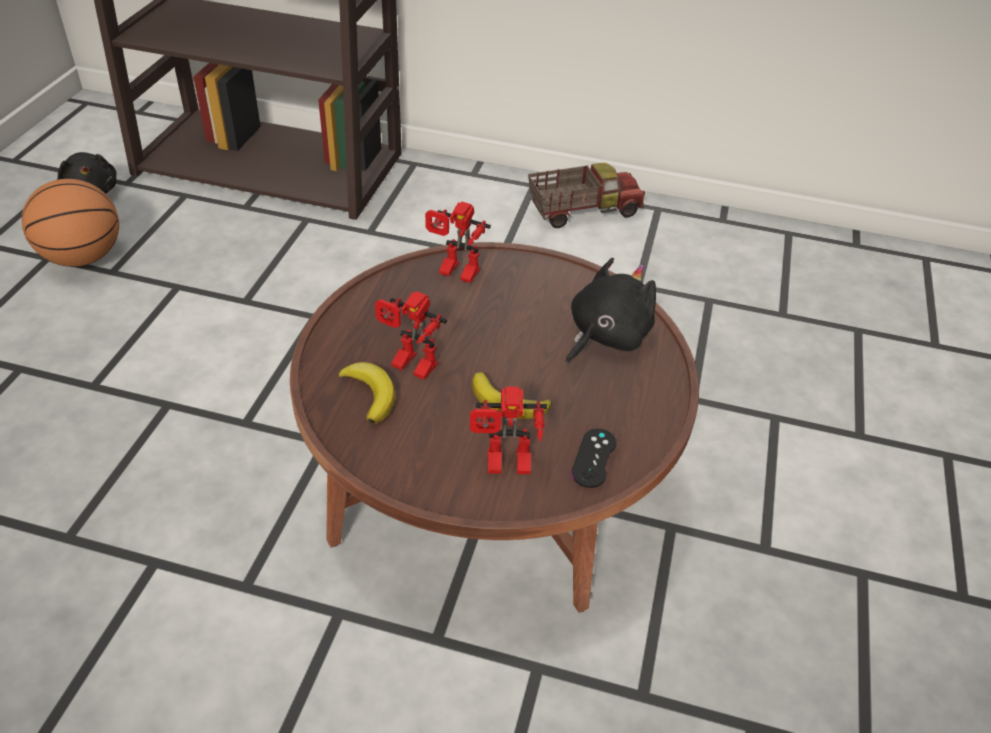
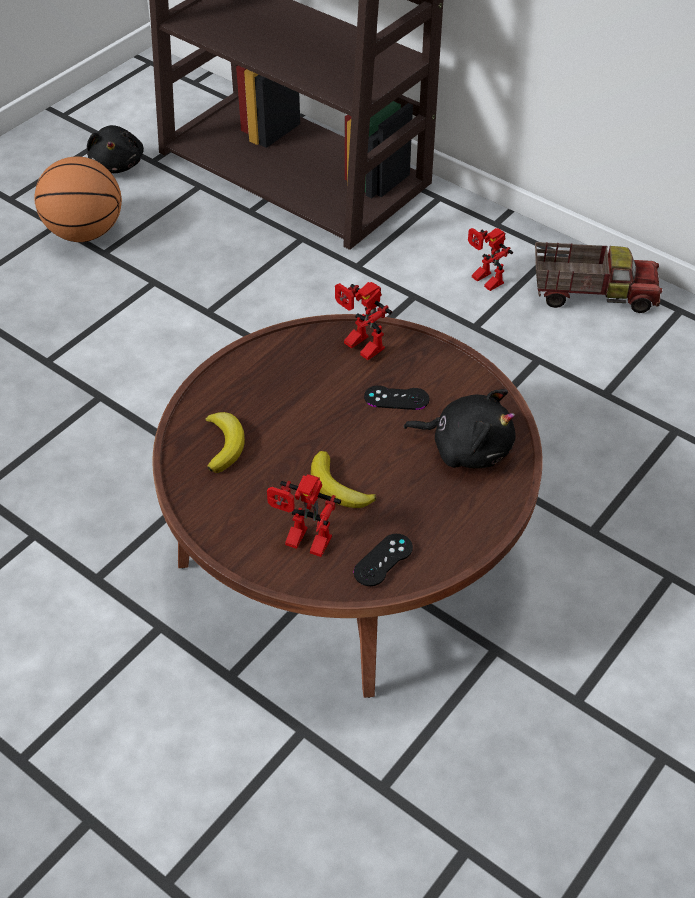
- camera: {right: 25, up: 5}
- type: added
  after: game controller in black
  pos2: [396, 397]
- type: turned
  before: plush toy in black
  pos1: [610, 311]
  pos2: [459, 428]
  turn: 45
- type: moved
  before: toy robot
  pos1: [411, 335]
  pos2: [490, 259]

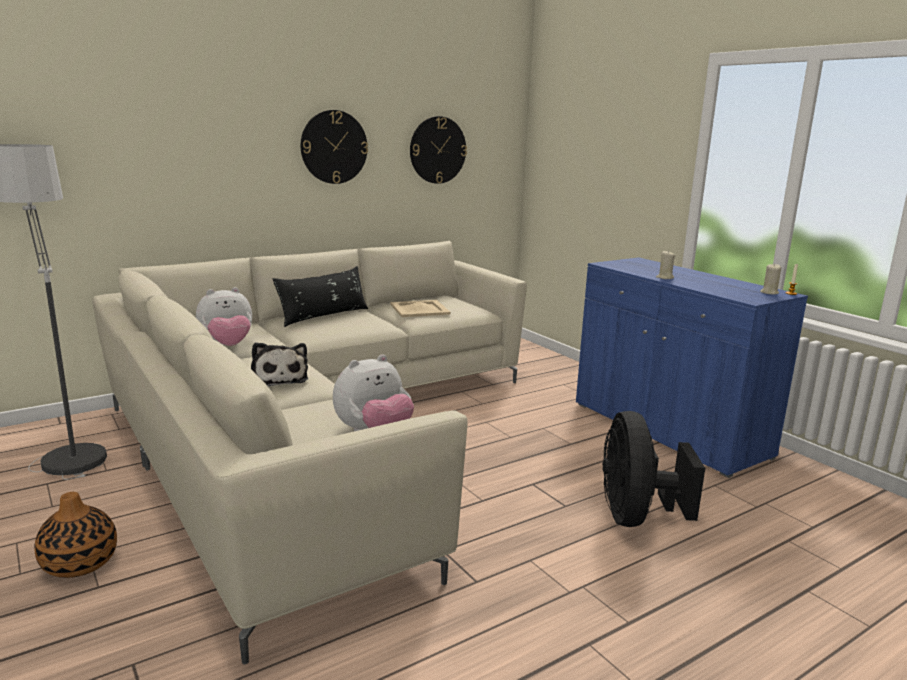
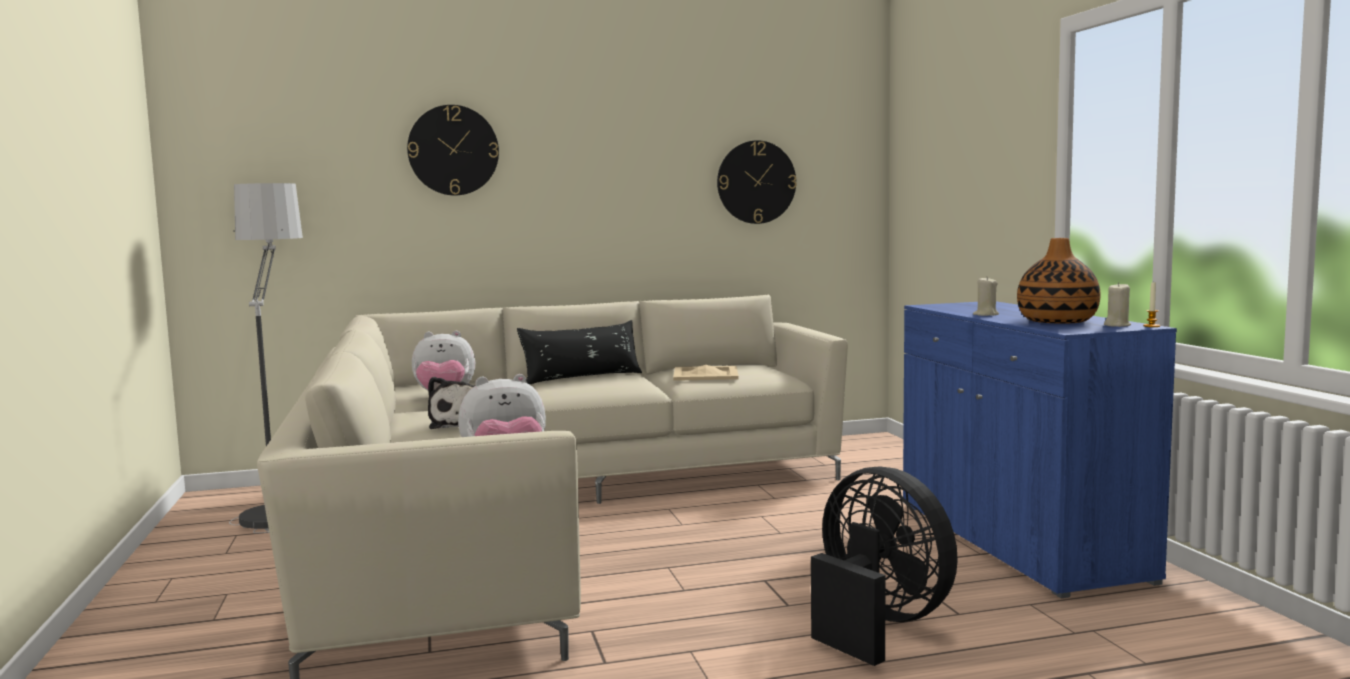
- camera: {right: 20, up: -10}
- type: moved
  before: wall clock
  pos1: [334, 147]
  pos2: [453, 150]
- type: turned
  before: fan in black
  pos1: [653, 469]
  pos2: [884, 566]
  turn: 120
- type: moved
  before: vase
  pos1: [75, 535]
  pos2: [1059, 281]

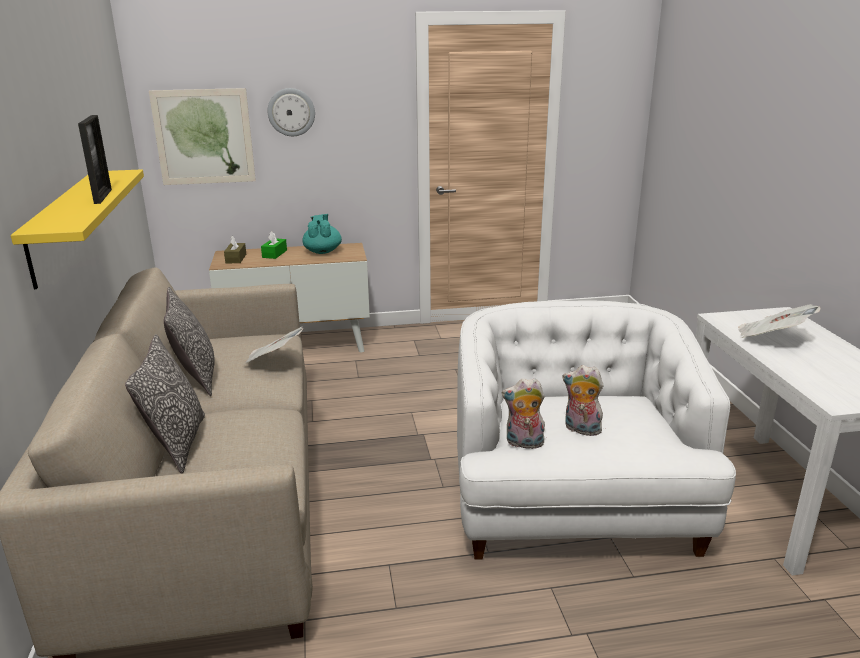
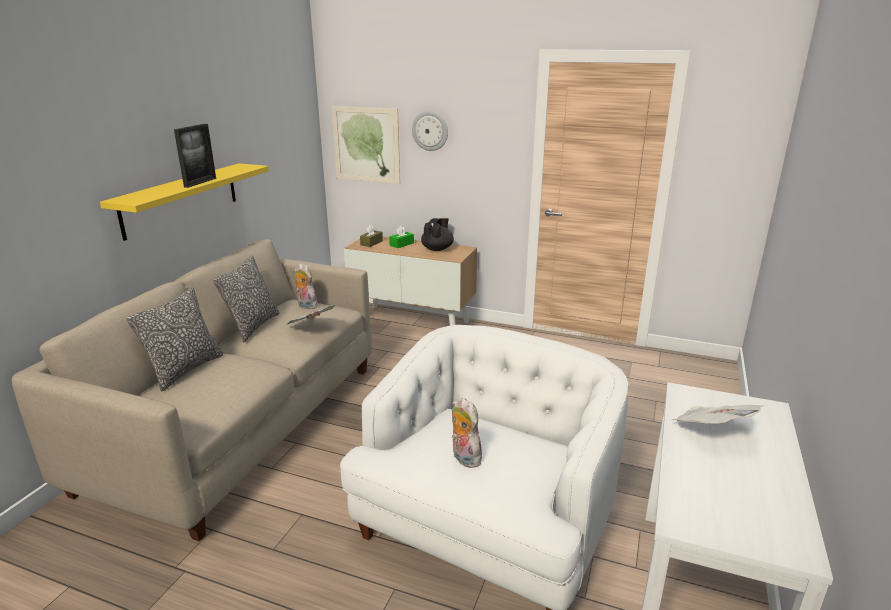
- camera: {right: 30, up: 0}
- type: moved
  before: plush toy
  pos1: [523, 413]
  pos2: [305, 286]
- type: recoloured
  before: teapot in turquoise
  after: teapot in black
  pos1: [322, 234]
  pos2: [437, 234]

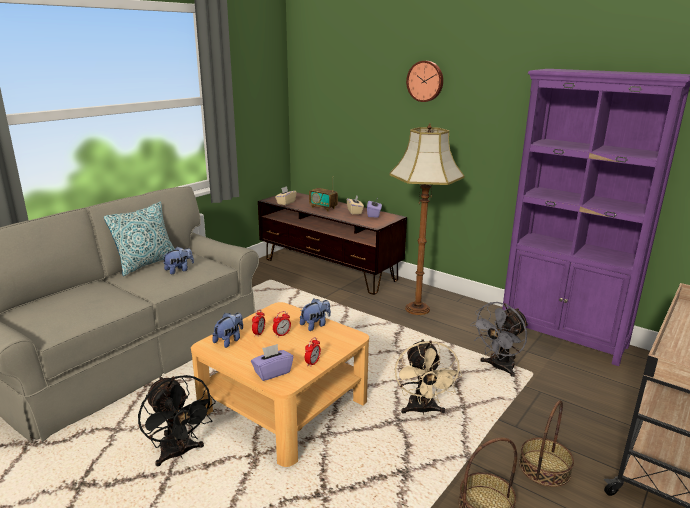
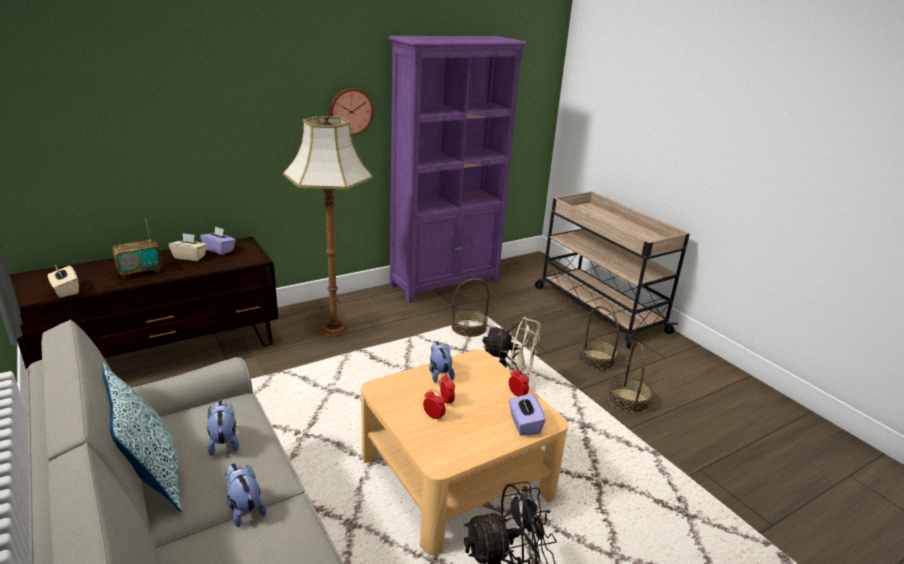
- camera: {right: -70, up: 5}
- type: moved
  before: plush toy
  pos1: [227, 330]
  pos2: [246, 495]
- type: moved
  before: wall clock
  pos1: [424, 81]
  pos2: [351, 112]
- type: replaced
  before: fan in grey
  after: basket
  pos1: [499, 339]
  pos2: [470, 308]

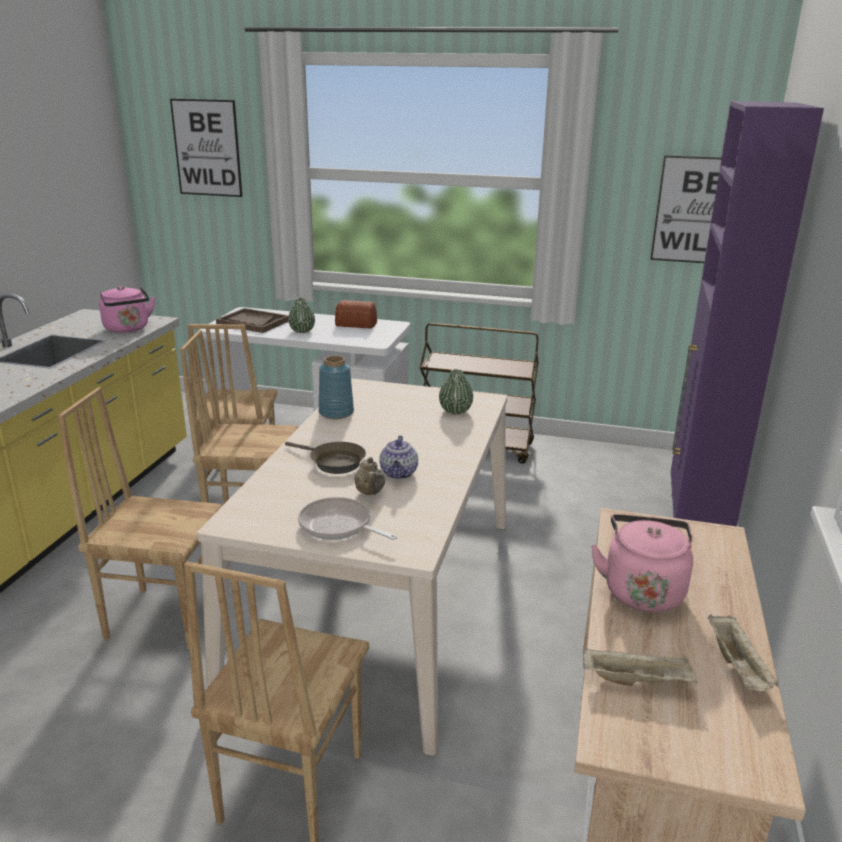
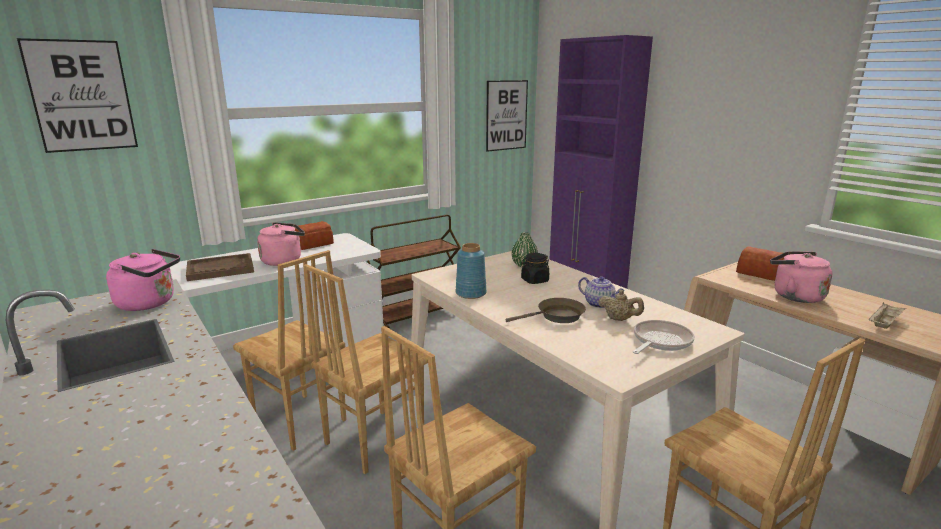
- camera: {right: -50, up: -5}
- type: replaced
  before: vase in green
  after: kettle in pink
  pos1: [301, 315]
  pos2: [281, 244]
- type: added
  after: jar in black
  pos2: [535, 268]
- type: turned
  before: frying pan
  pos1: [347, 518]
  pos2: [664, 337]
  turn: 150
- type: added
  after: bread
  pos2: [760, 263]
- type: removed
  before: tray in beige
  pos1: [743, 652]

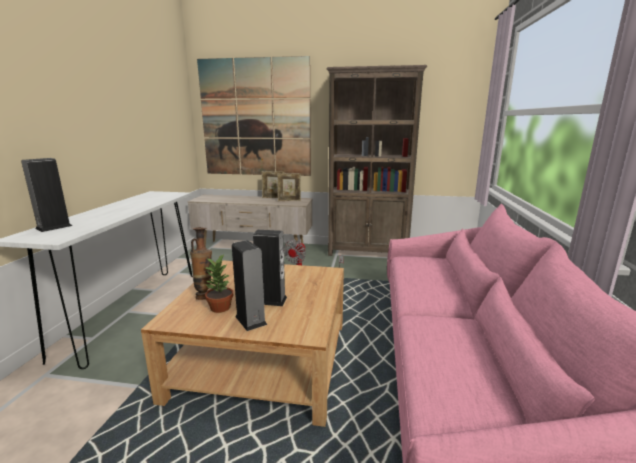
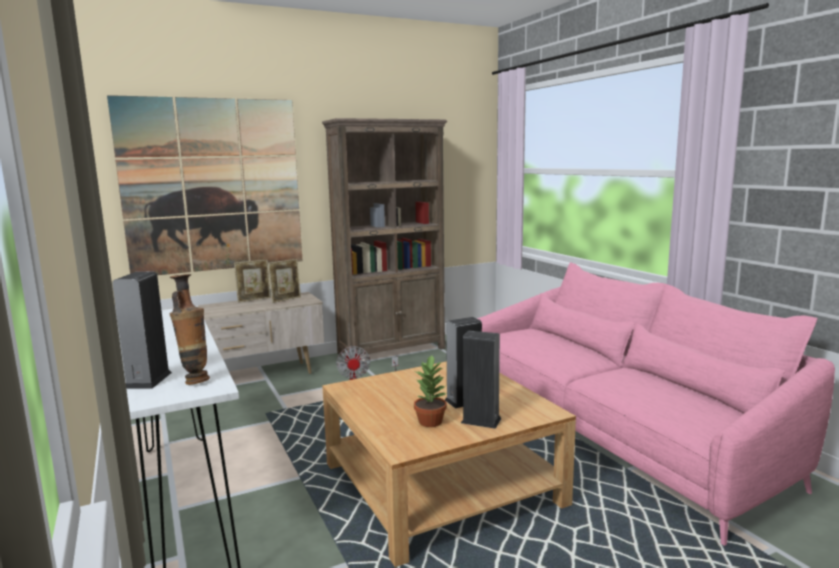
- camera: {right: -35, up: -5}
- type: moved
  before: vase
  pos1: [201, 263]
  pos2: [190, 329]

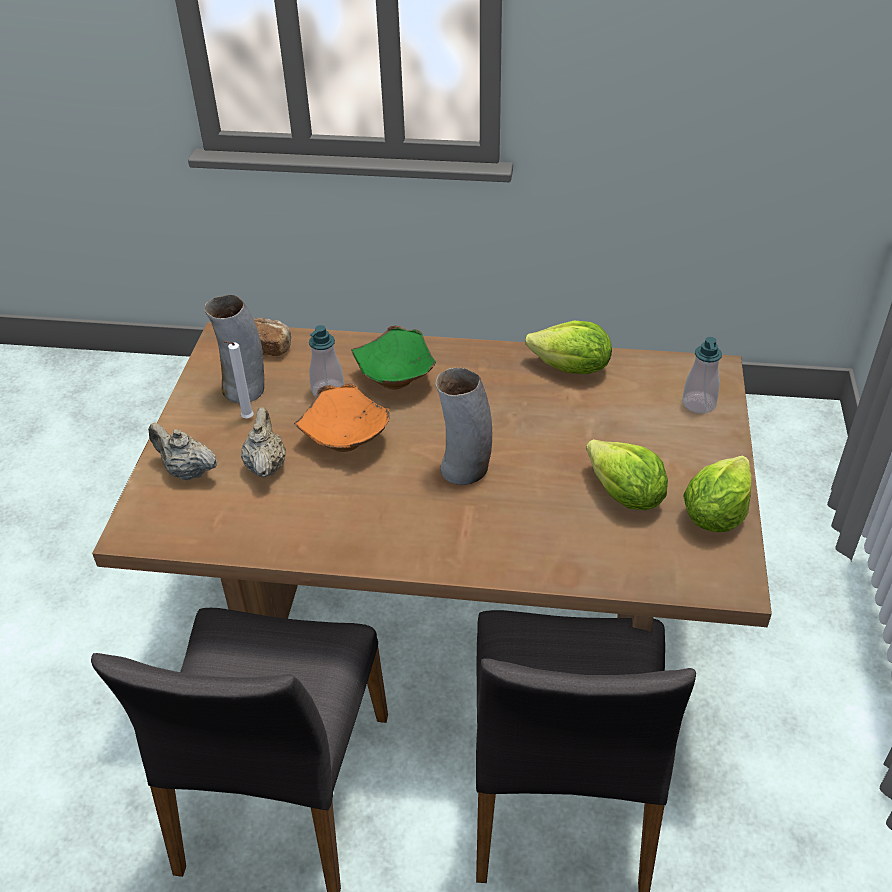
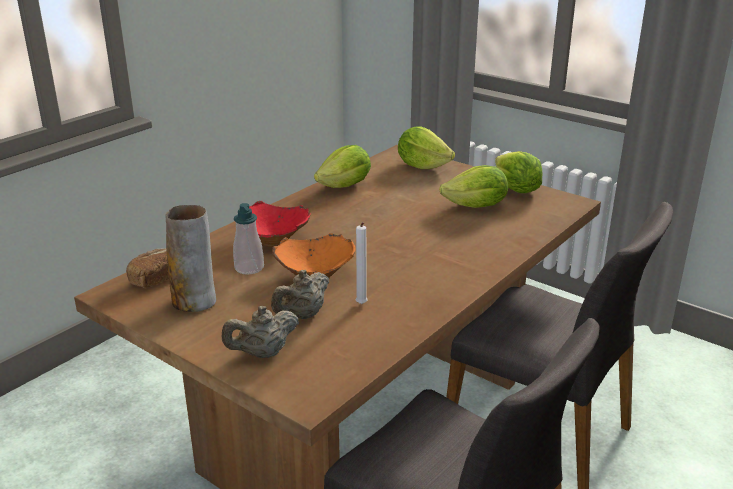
- camera: {right: -60, up: -15}
- type: recoloured
  before: bowl in green
  after: bowl in red
  pos1: [393, 357]
  pos2: [275, 224]
- type: turned
  before: teapot in beige
  pos1: [263, 442]
  pos2: [300, 294]
  turn: -75
- type: moved
  before: candle in white
  pos1: [238, 379]
  pos2: [362, 263]
- type: replaced
  before: soap dispenser
  after: lettuce
  pos1: [702, 375]
  pos2: [426, 147]
- type: removed
  before: vase
  pos1: [463, 426]

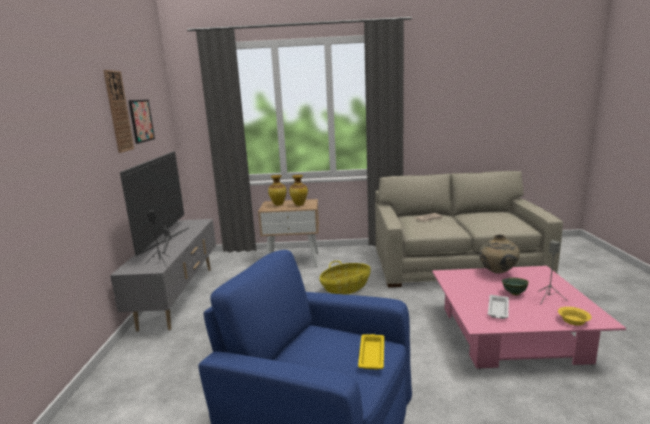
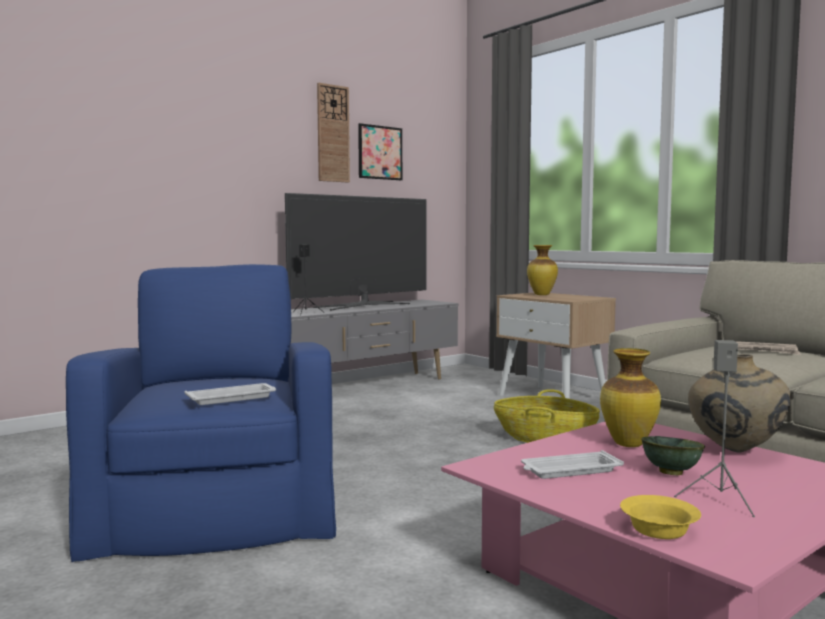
- camera: {right: 50, up: -10}
- type: recoloured
  before: tray in yellow
  after: tray in white
  pos1: [371, 352]
  pos2: [230, 394]
- type: moved
  before: vase
  pos1: [298, 190]
  pos2: [630, 397]

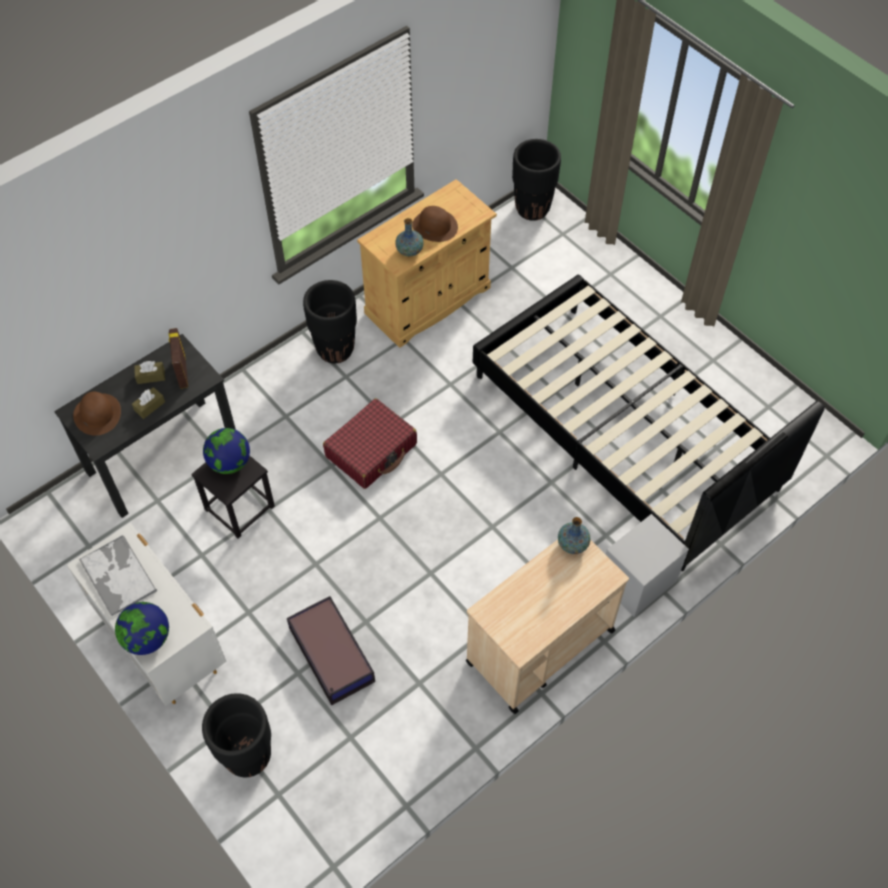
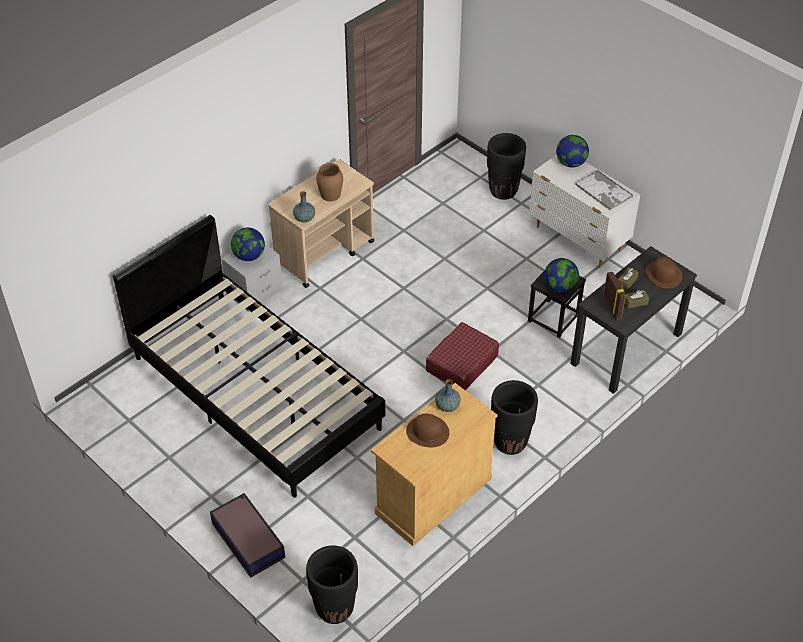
- camera: {right: 175, up: -10}
- type: moved
  before: storage box
  pos1: [331, 651]
  pos2: [247, 535]
- type: added
  after: globe
  pos2: [248, 244]
- type: added
  after: vase in brown
  pos2: [329, 182]

